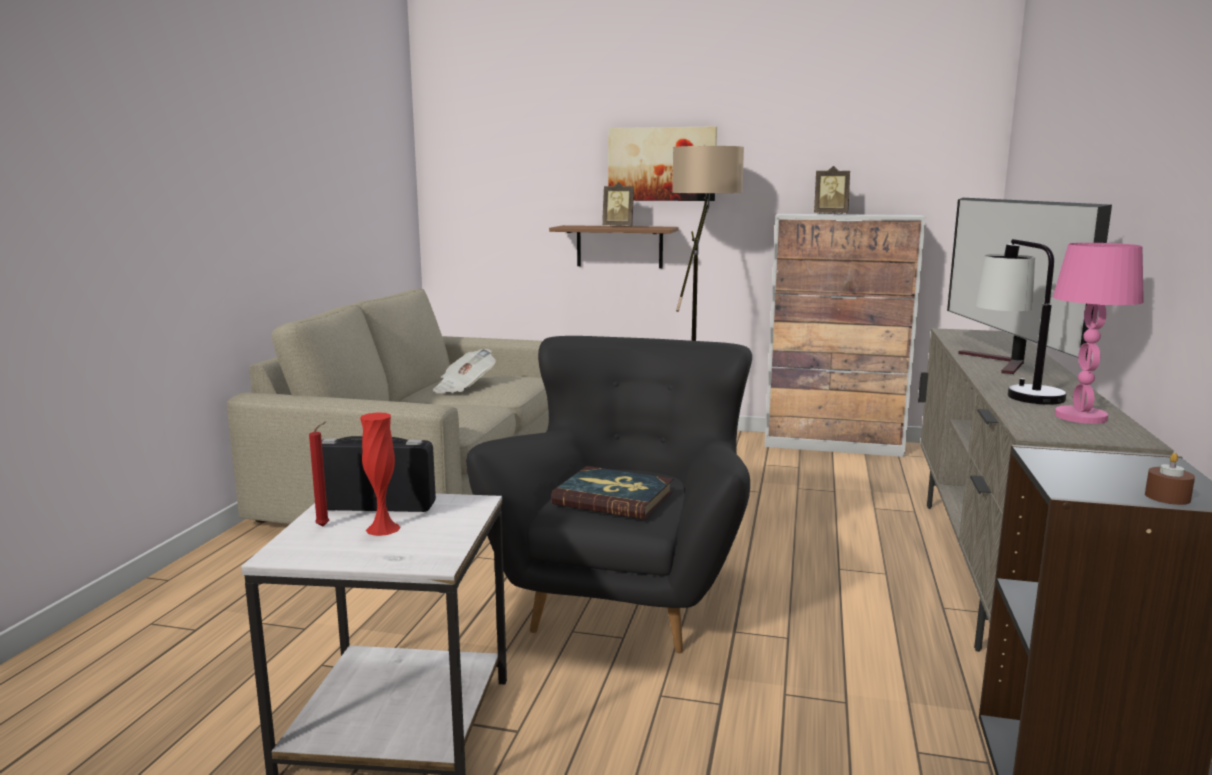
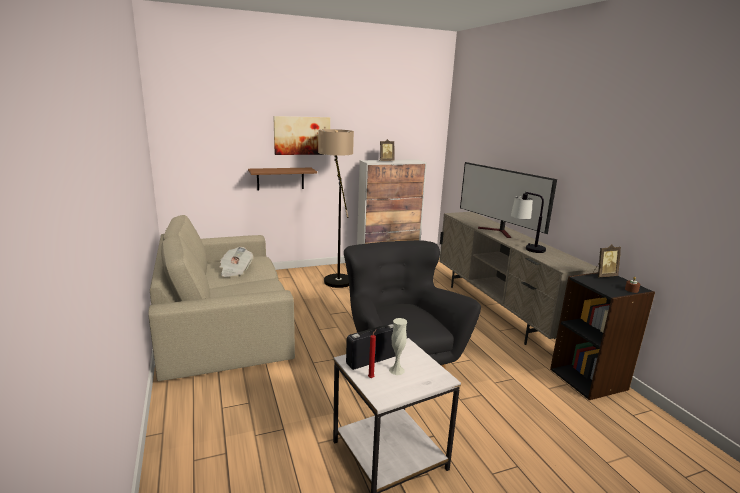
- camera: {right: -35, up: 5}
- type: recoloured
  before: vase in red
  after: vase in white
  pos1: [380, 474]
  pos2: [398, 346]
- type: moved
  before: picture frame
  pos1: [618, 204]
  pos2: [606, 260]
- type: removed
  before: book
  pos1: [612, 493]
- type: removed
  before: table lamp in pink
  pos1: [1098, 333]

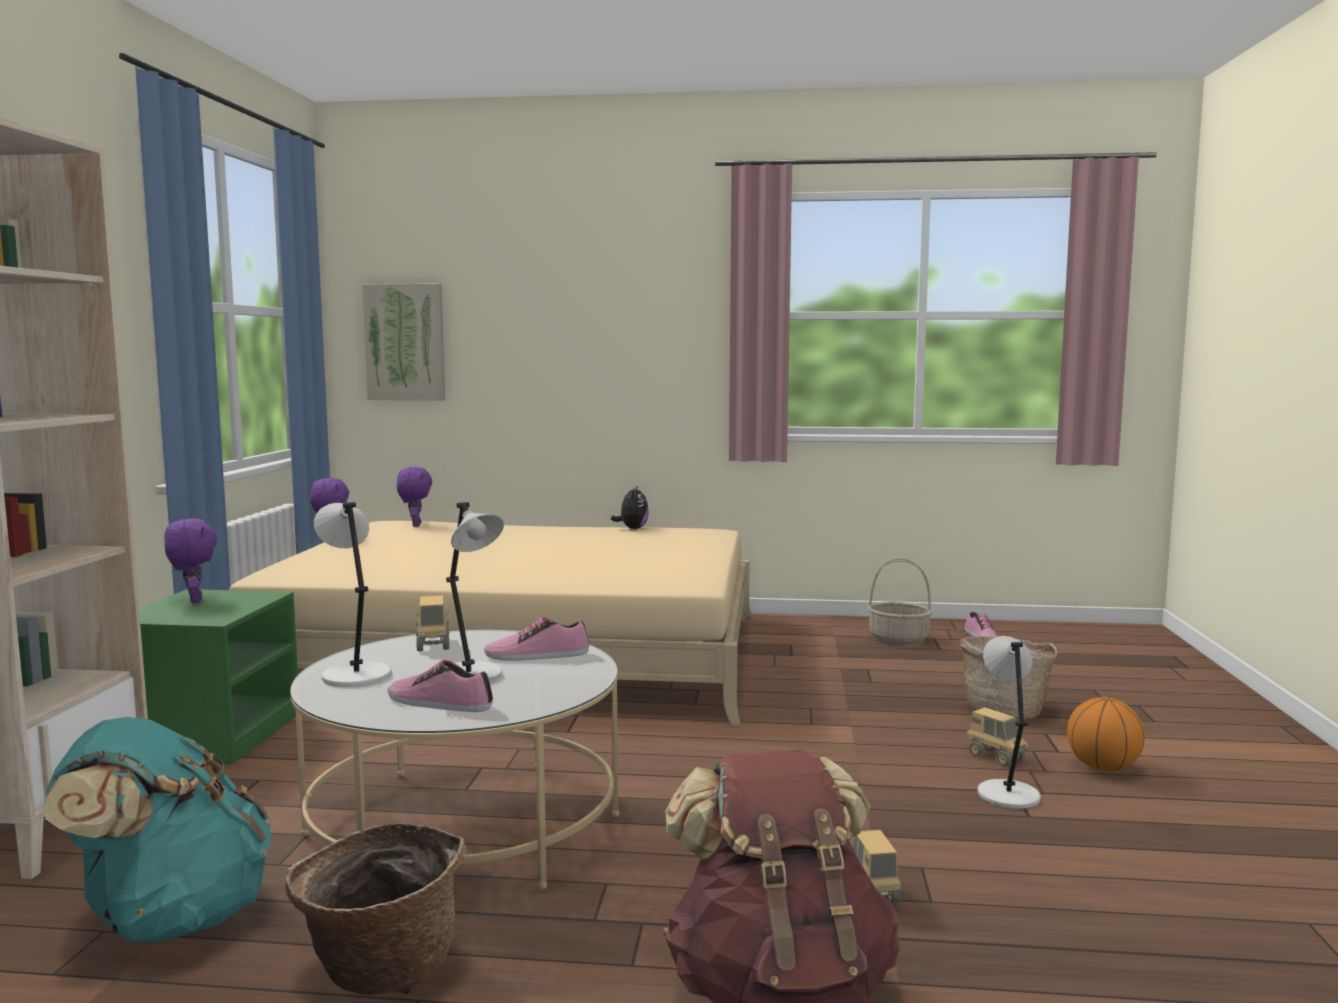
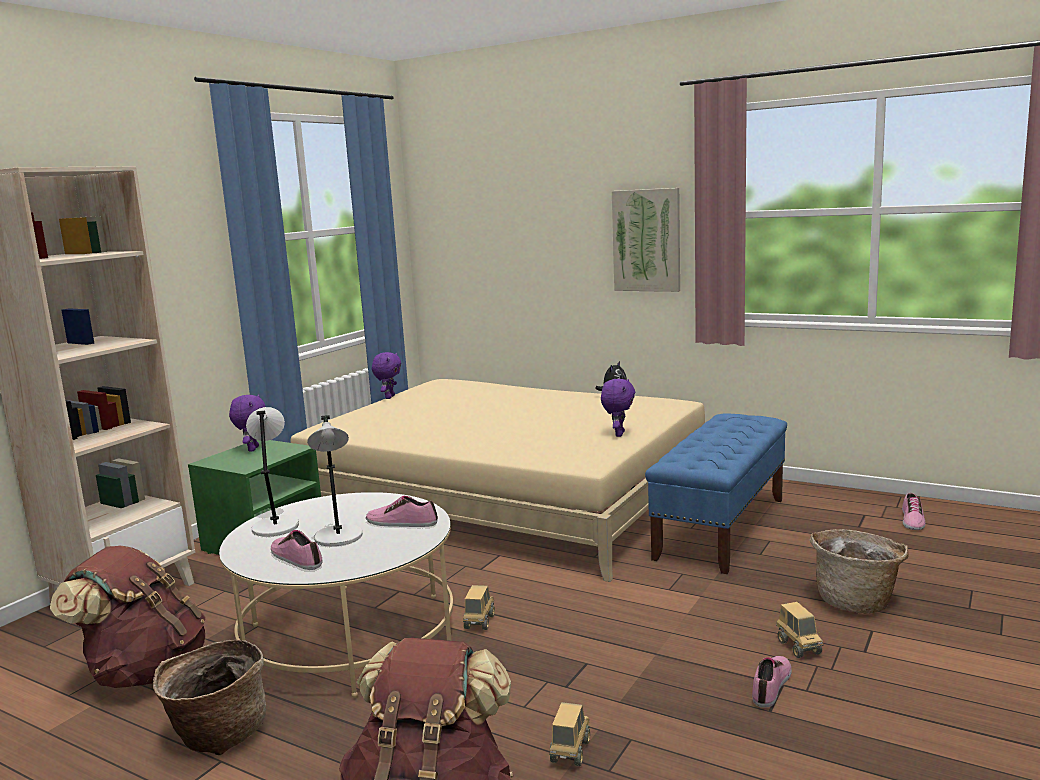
- camera: {right: 25, up: 5}
- type: recoloured
  before: backpack in turquoise
  after: backpack in brown
  pos1: [158, 830]
  pos2: [128, 616]
- type: moved
  before: toy truck
  pos1: [432, 623]
  pos2: [479, 607]
- type: moved
  before: plush toy in purple
  pos1: [414, 497]
  pos2: [618, 408]
- type: moved
  before: picture
  pos1: [403, 341]
  pos2: [646, 240]
- type: added
  after: bench in blue
  pos2: [716, 494]
- type: replaced
  before: table lamp in grey
  after: shoe
  pos1: [1009, 722]
  pos2: [772, 682]
- type: removed
  before: basket
  pos1: [900, 601]
- type: removed
  before: basketball
  pos1: [1106, 734]

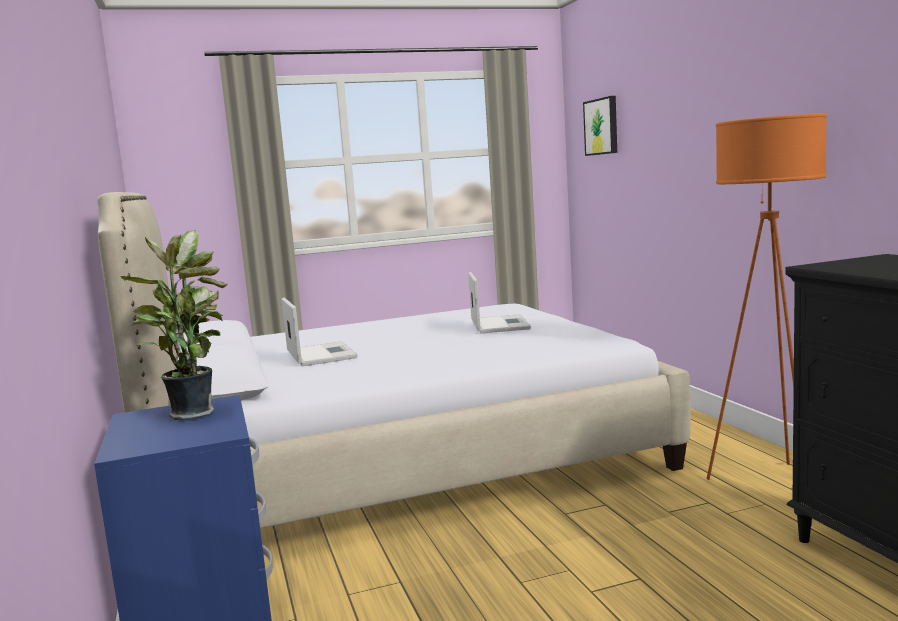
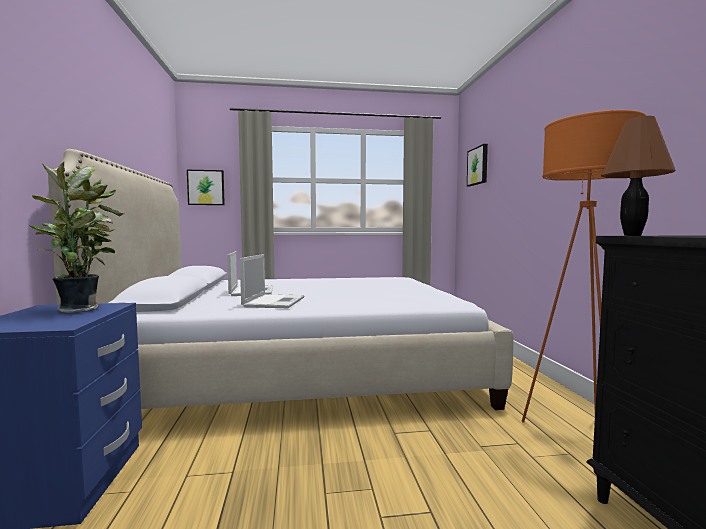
- camera: {right: 10, up: -5}
- type: added
  after: picture
  pos2: [206, 187]
- type: moved
  before: laptop
  pos1: [499, 302]
  pos2: [272, 281]
- type: added
  after: table lamp in brown
  pos2: [638, 176]

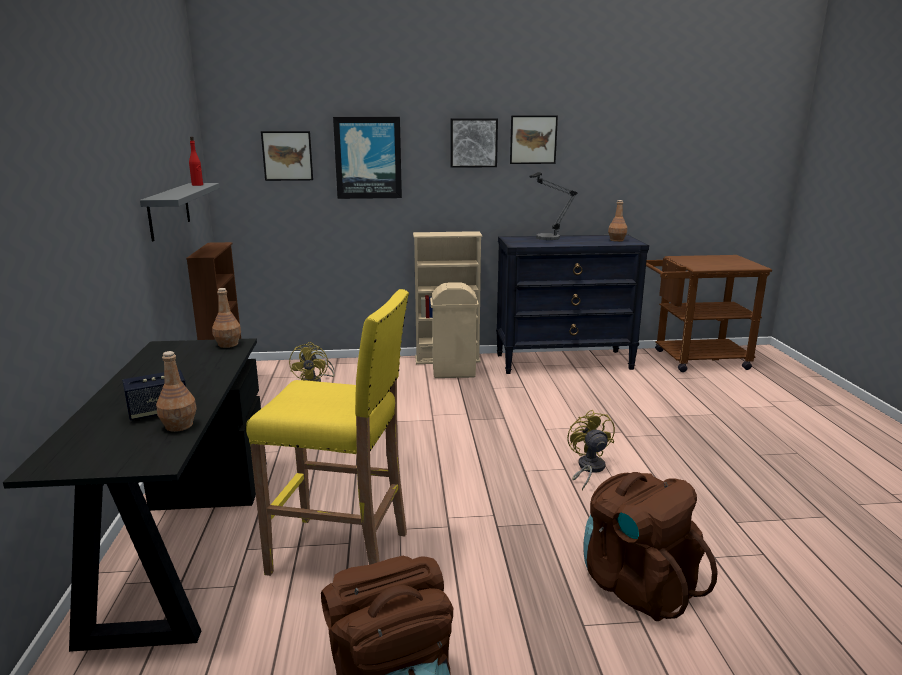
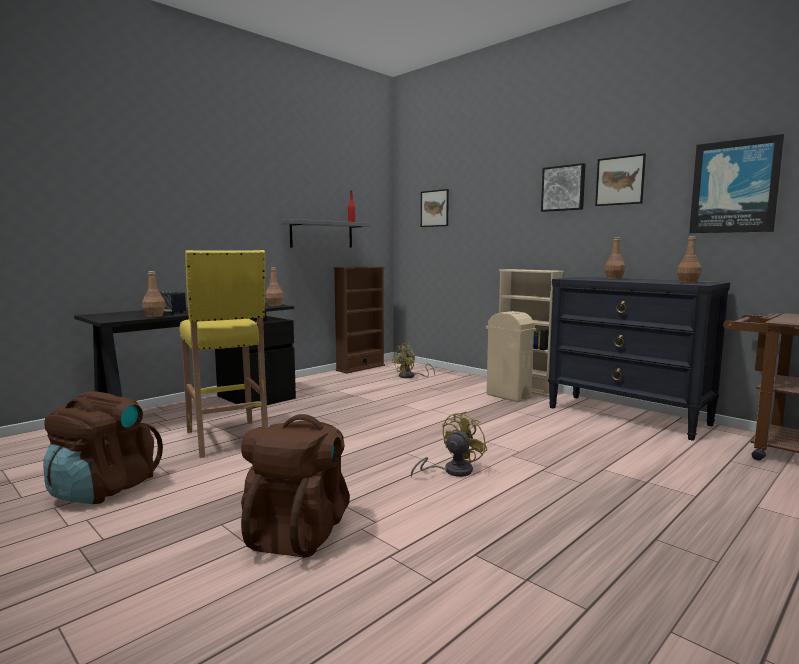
- camera: {right: 50, up: -10}
- type: replaced
  before: table lamp
  after: bottle in brown
  pos1: [553, 206]
  pos2: [615, 258]
- type: moved
  before: picture
  pos1: [367, 158]
  pos2: [736, 183]

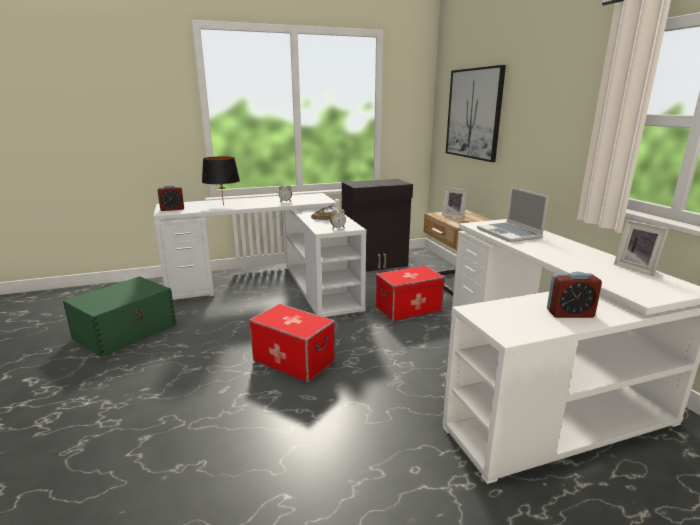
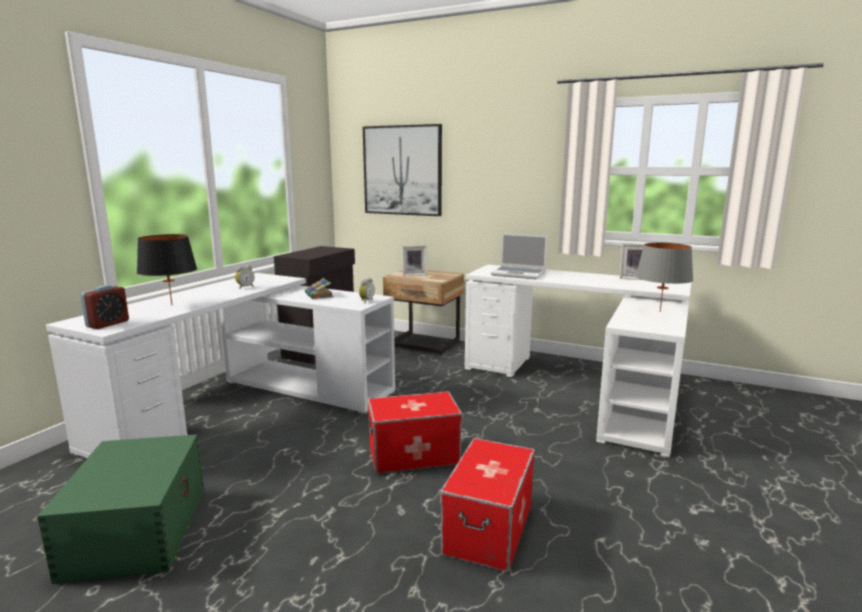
- camera: {right: -45, up: -5}
- type: moved
  before: storage box
  pos1: [410, 294]
  pos2: [487, 505]
- type: replaced
  before: alarm clock
  after: table lamp in grey
  pos1: [574, 295]
  pos2: [664, 277]

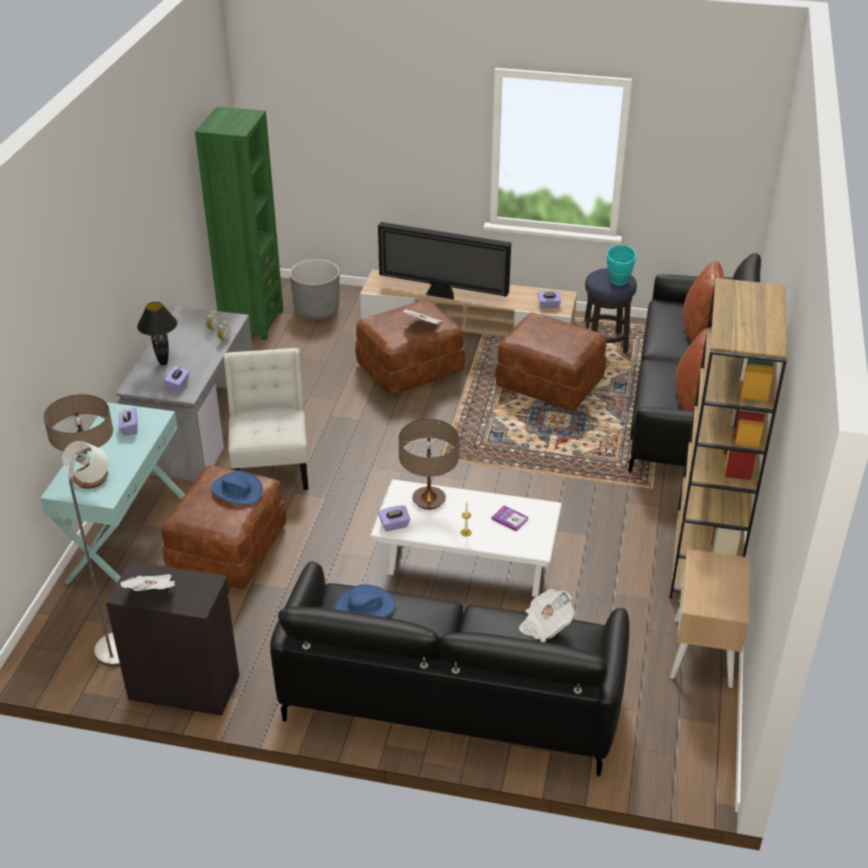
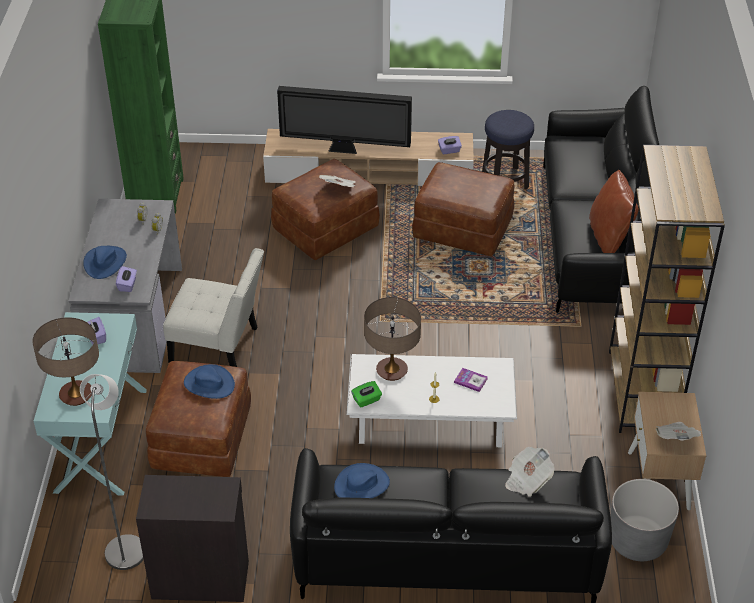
- camera: {right: -10, up: 5}
- type: replaced
  before: table lamp in black
  after: hat in blue
  pos1: [157, 333]
  pos2: [105, 262]
- type: turned
  before: chair in white
  pos1: [266, 419]
  pos2: [213, 307]
  turn: 120
- type: recoloured
  before: tissue box in purple
  after: tissue box in green
  pos1: [394, 518]
  pos2: [366, 394]
- type: moved
  before: planter in grey
  pos1: [314, 289]
  pos2: [644, 520]
- type: moved
  before: newspaper
  pos1: [147, 582]
  pos2: [678, 431]
- type: removed
  before: vase in turquoise
  pos1: [621, 265]
- type: removed
  before: pillow in brown
  pos1: [704, 300]

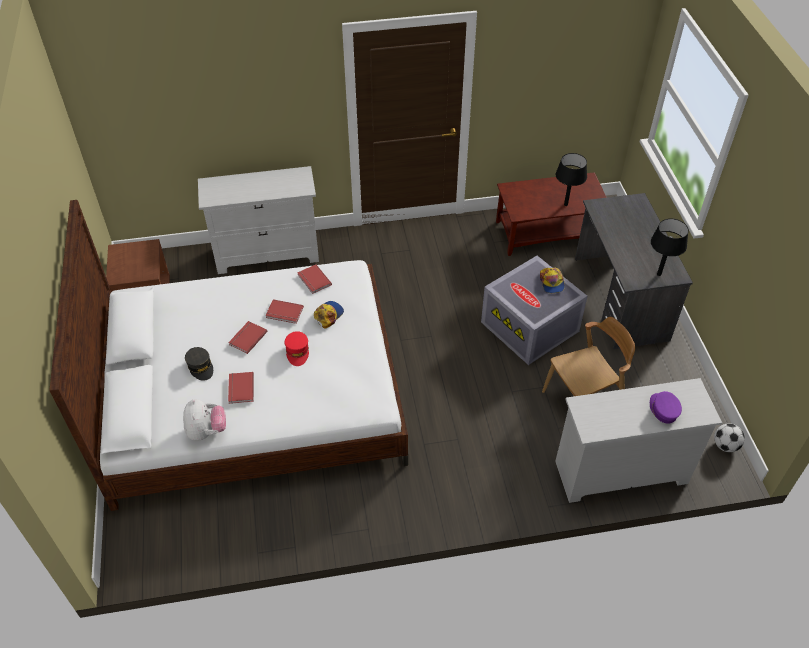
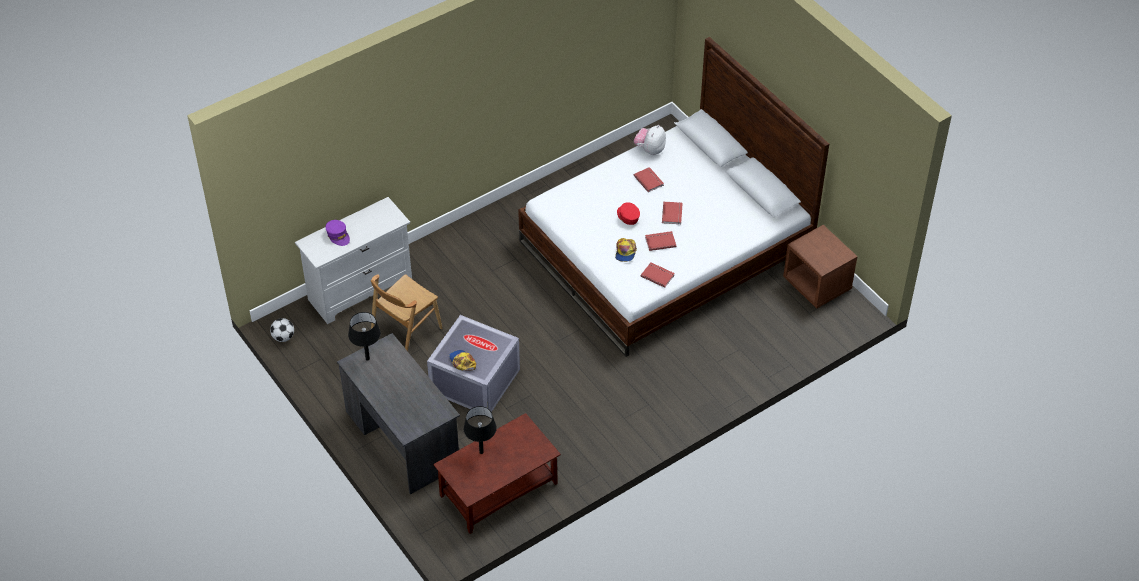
- camera: {right: 155, up: 0}
- type: turned
  before: plush toy
  pos1: [204, 420]
  pos2: [650, 140]
  turn: 60
- type: removed
  before: cap in grey
  pos1: [199, 364]
- type: removed
  before: dresser in white
  pos1: [258, 220]

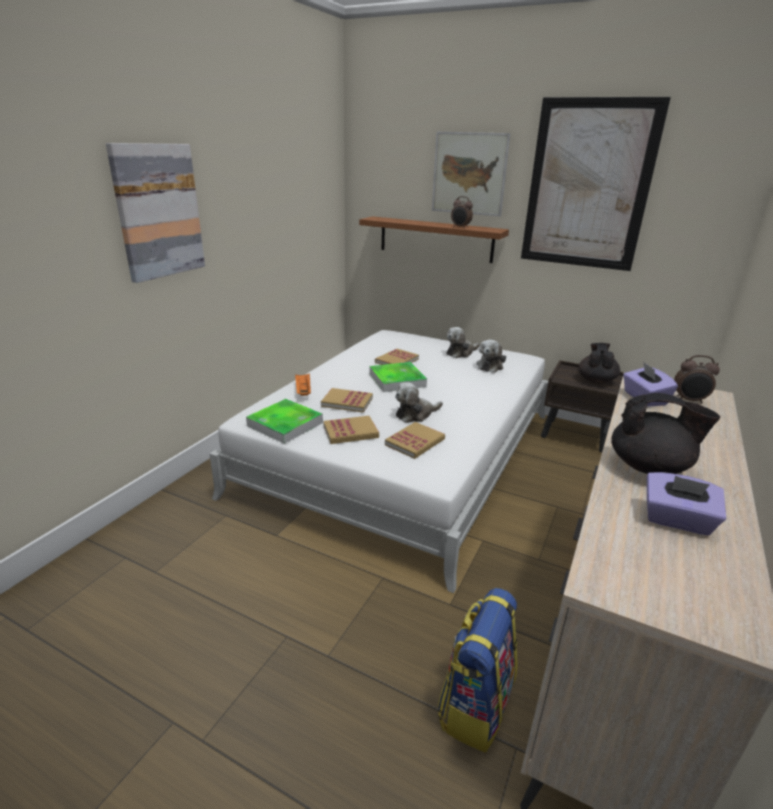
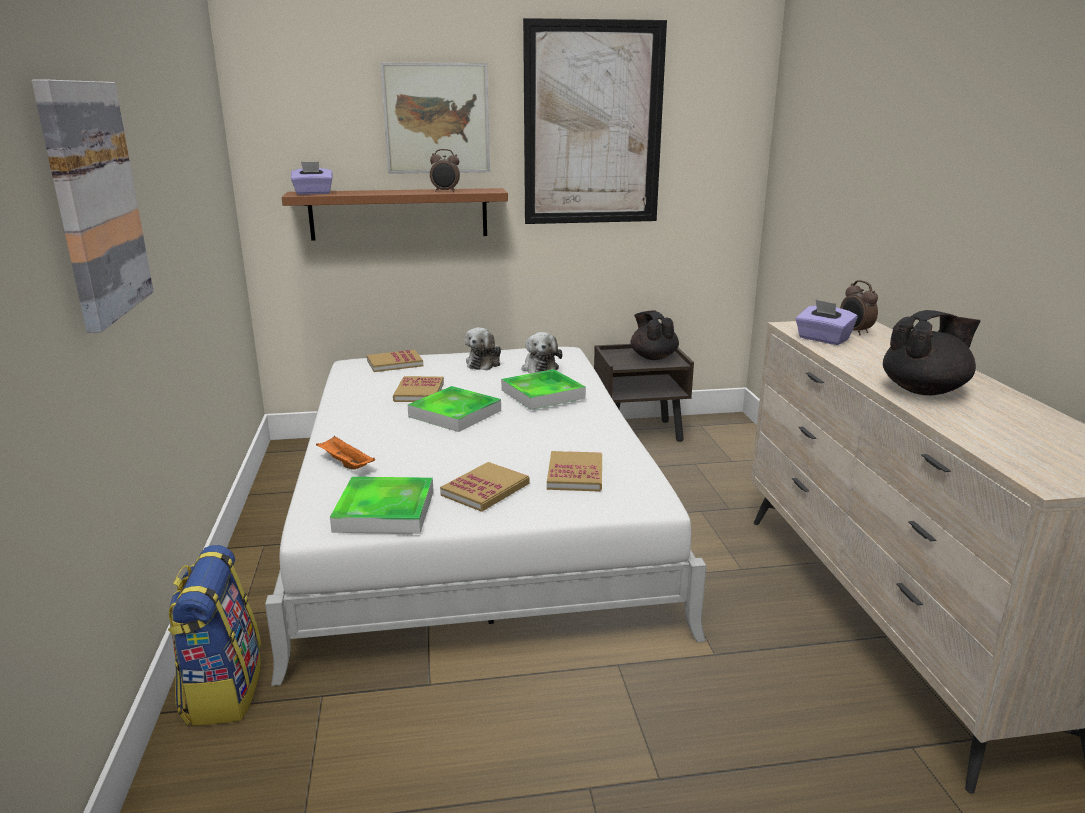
- camera: {right: -35, up: -5}
- type: moved
  before: backpack
  pos1: [478, 670]
  pos2: [214, 635]
- type: moved
  before: tissue box in purple
  pos1: [686, 503]
  pos2: [311, 178]
- type: moved
  before: book
  pos1: [347, 400]
  pos2: [395, 361]
- type: added
  after: tray
  pos2: [543, 389]
- type: turned
  before: alarm clock
  pos1: [697, 379]
  pos2: [859, 307]
  turn: 90
- type: removed
  before: plush toy
  pos1: [419, 402]

